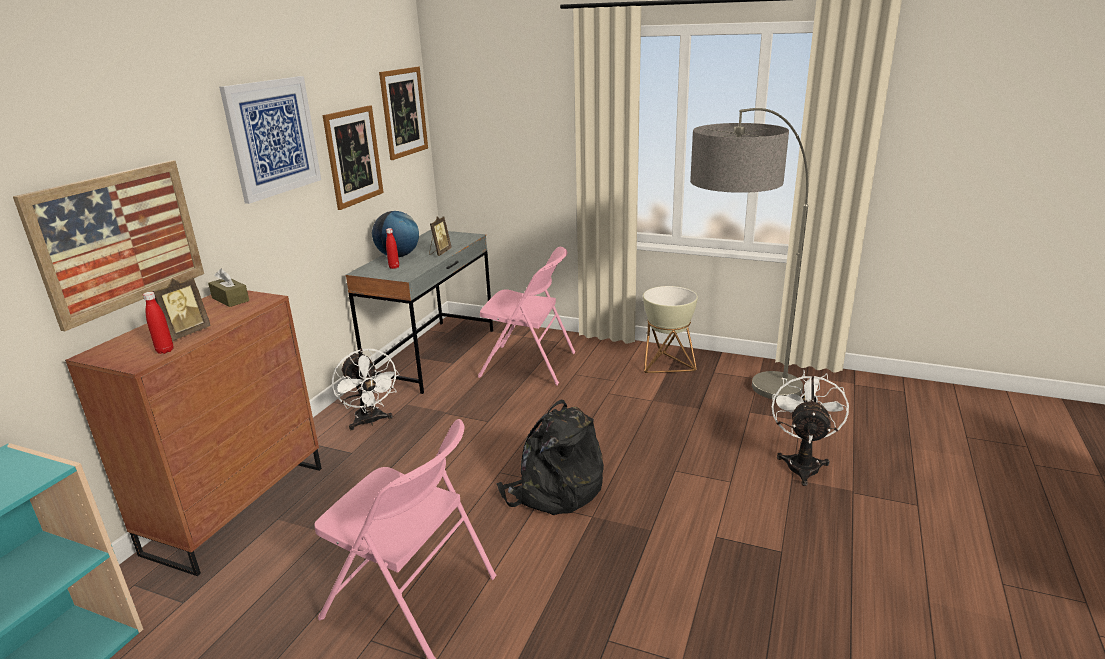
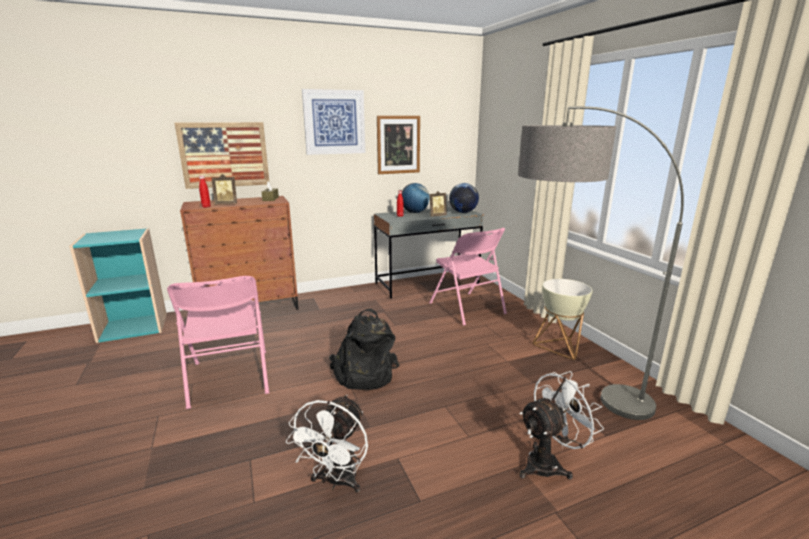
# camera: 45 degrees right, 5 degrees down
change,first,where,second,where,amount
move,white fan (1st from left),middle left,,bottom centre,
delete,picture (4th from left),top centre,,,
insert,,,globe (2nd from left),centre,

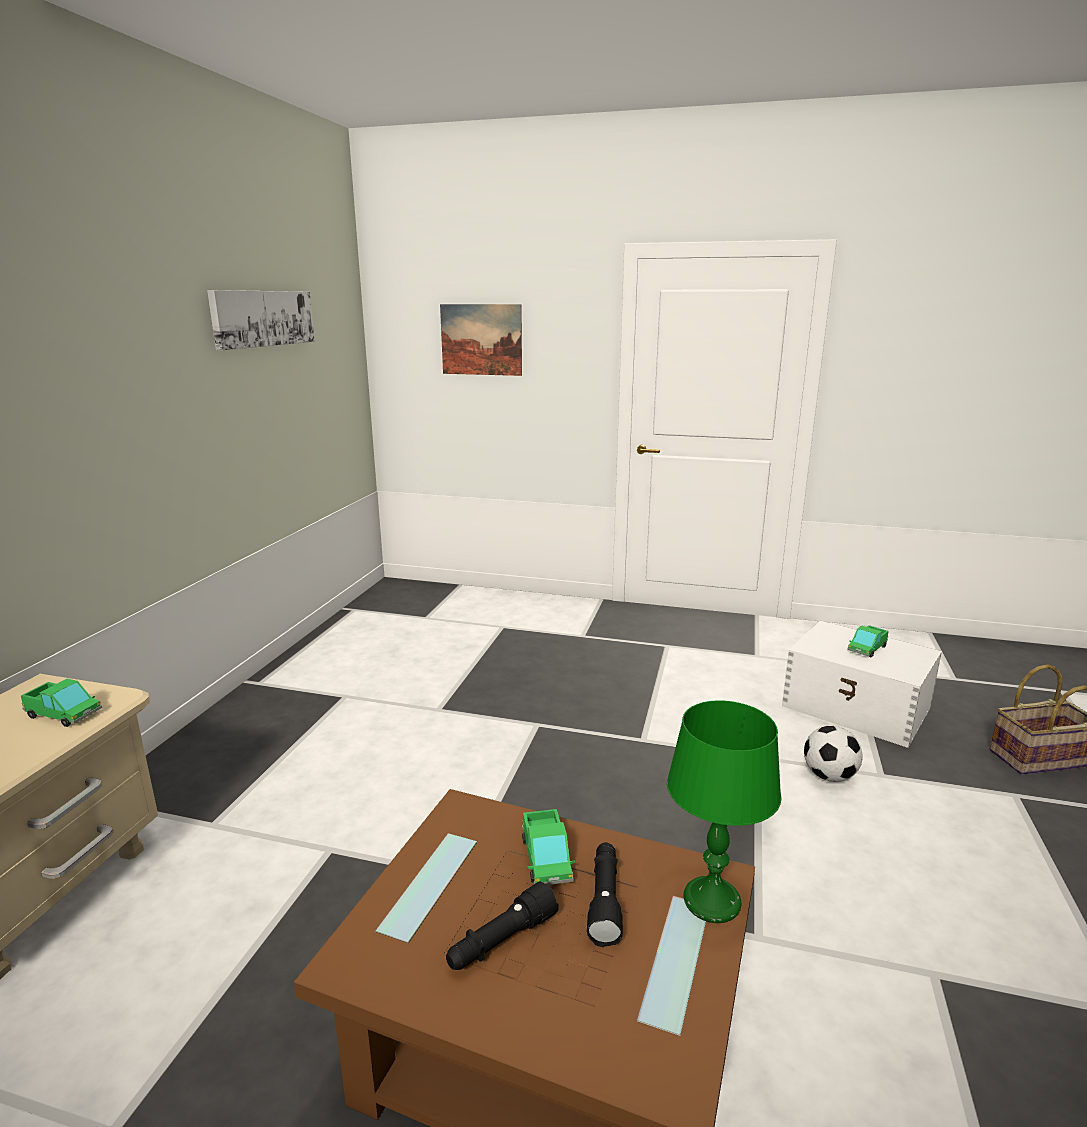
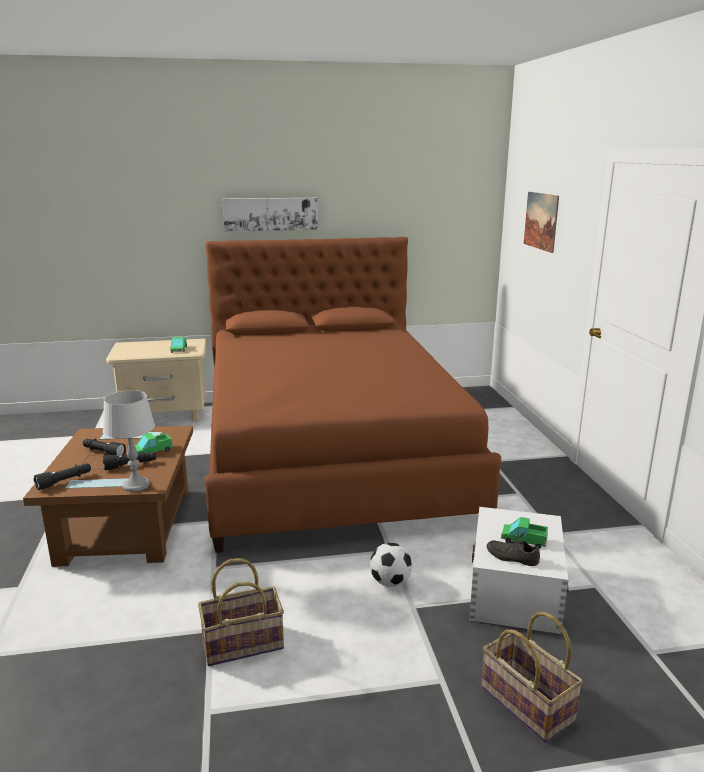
# camera: 65 degrees right, 0 degrees up
change,first,where,second,where,amount
move,picture (1st from left),top left,,top centre,
recolor,green table lamp,bottom centre,grey table lamp,middle left,
insert,,,black flashlight (1st from left),middle left,
insert,,,basket (1st from left),bottom centre,
insert,,,brown bed,centre,
insert,,,grey shoe,bottom right,

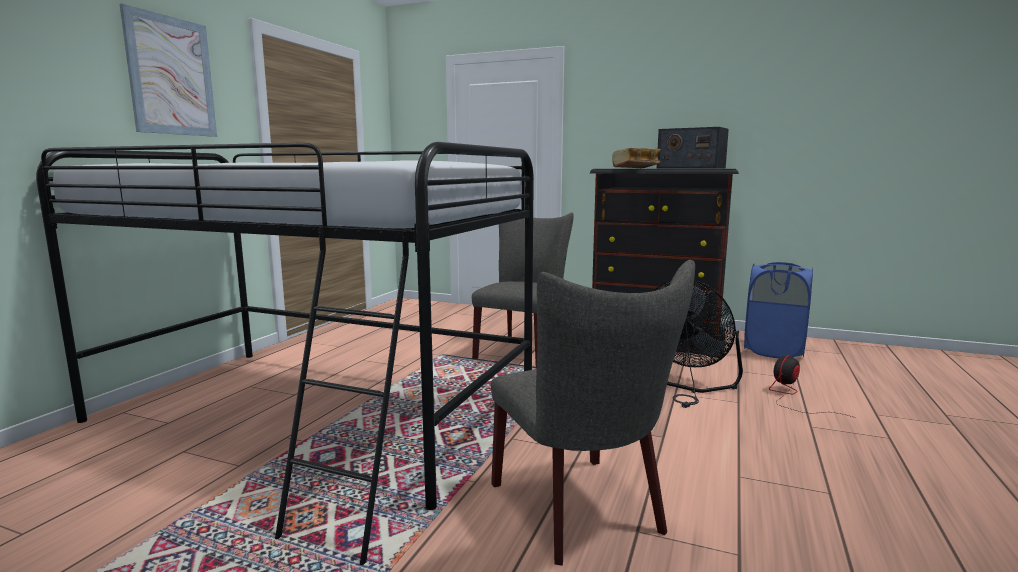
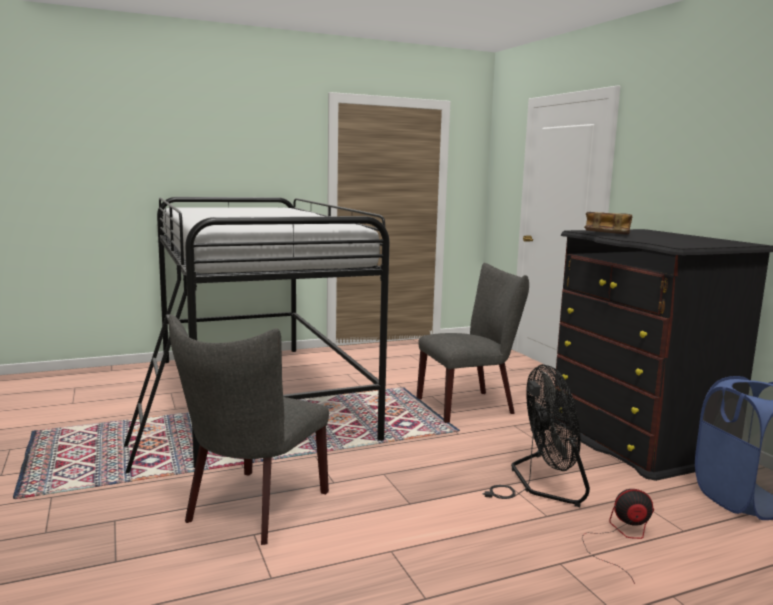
# camera: 45 degrees right, 0 degrees up
change,first,where,second,where,amount
delete,picture,top left,,,
delete,radio,top right,,,

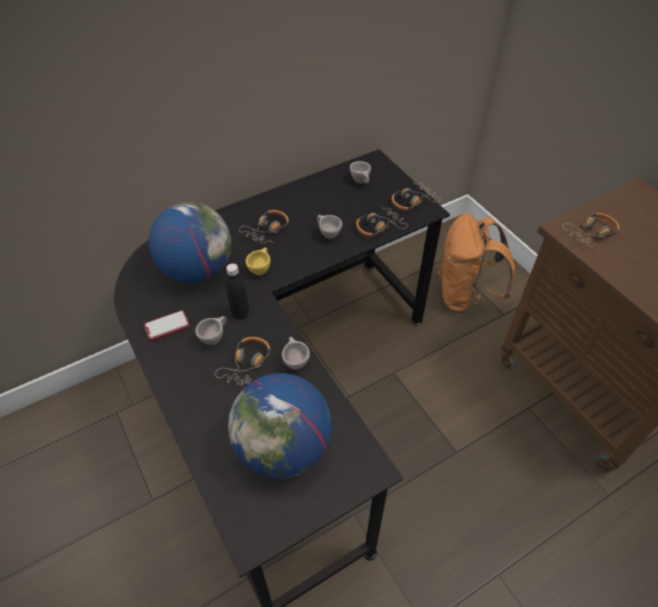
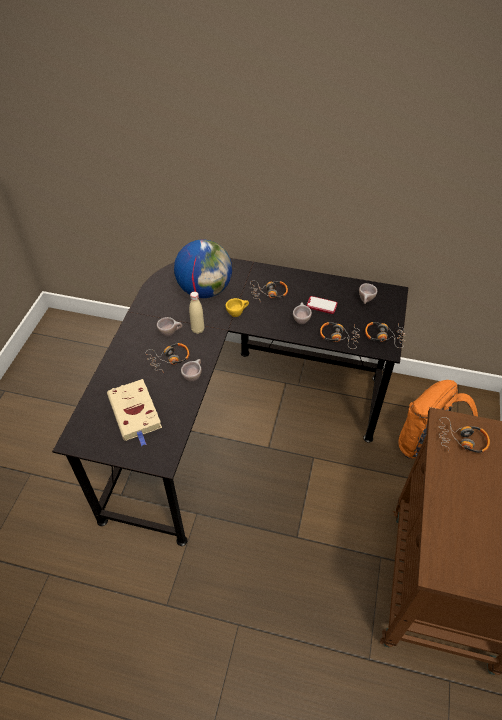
# camera: 45 degrees right, 0 degrees up
change,first,where,second,where,amount
move,phone,middle left,,centre,
recolor,black bottle,centre,beige bottle,centre,
replace,globe (2nd from left),bottom centre,beige book,middle left,

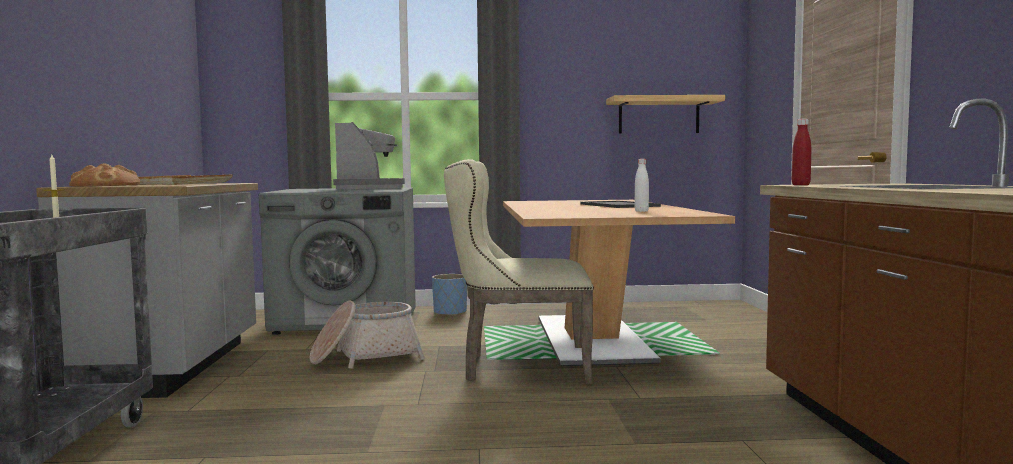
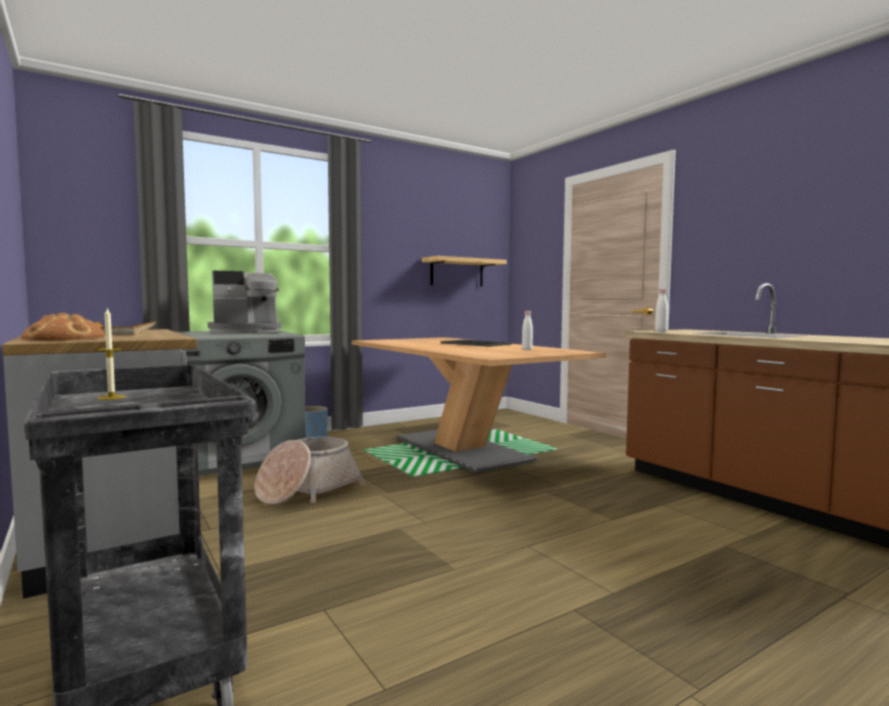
# camera: 30 degrees left, 0 degrees up
change,first,where,second,where,amount
rotate,coffee machine,centre,,middle left,105 degrees clockwise
delete,beige chair,centre,,,
recolor,red bottle,top right,white bottle (2nd from left),middle right,

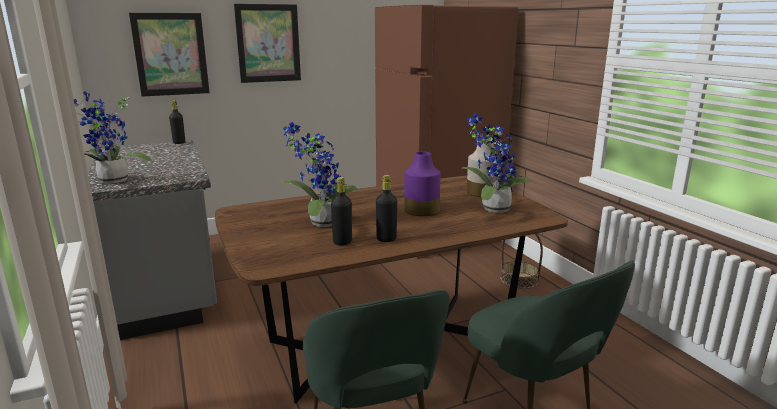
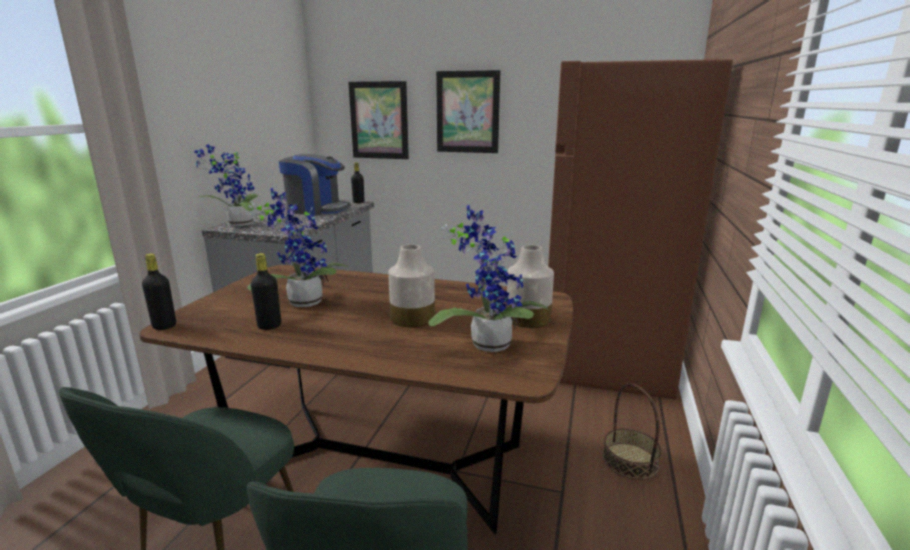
# camera: 40 degrees right, 0 degrees up
change,first,where,second,where,amount
move,black bottle (3rd from left in the first image),centre,black bottle (1st from left),middle left,
recolor,purple vase,centre,beige vase (1st from left),centre,
insert,,,coffee machine,centre,

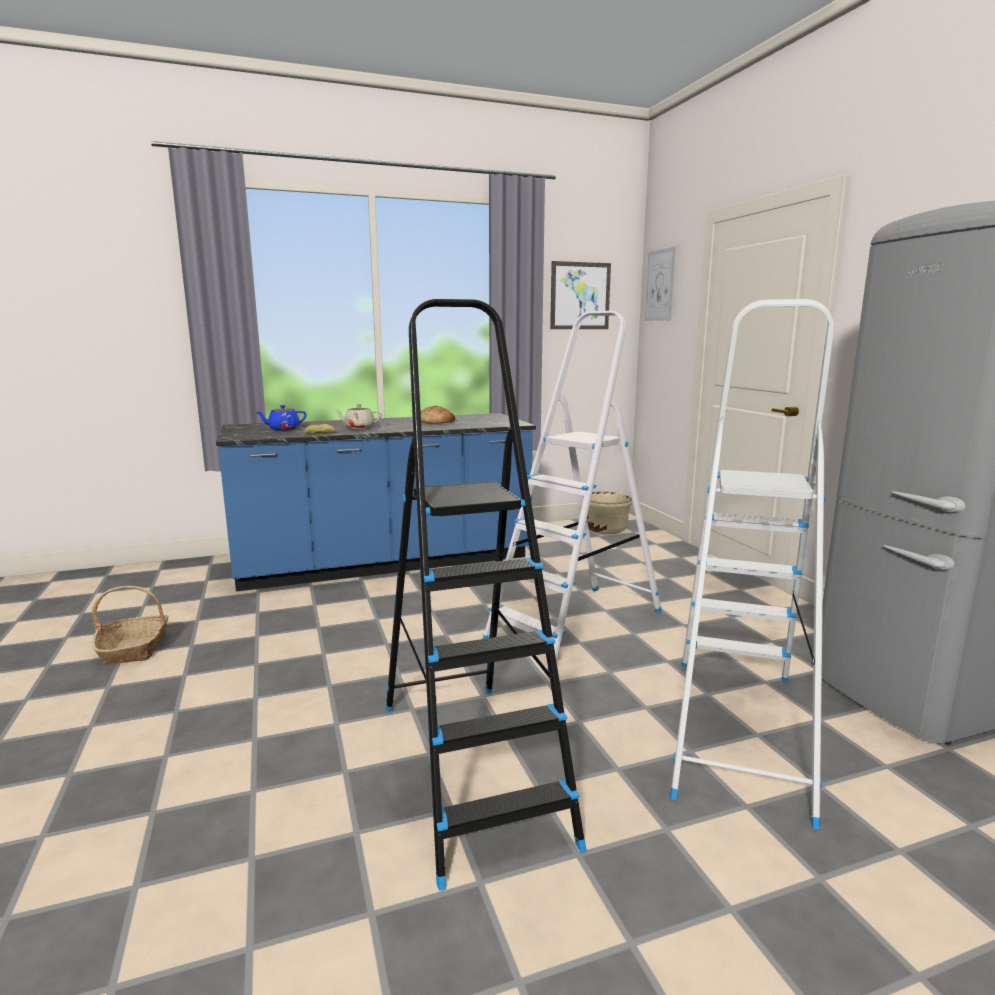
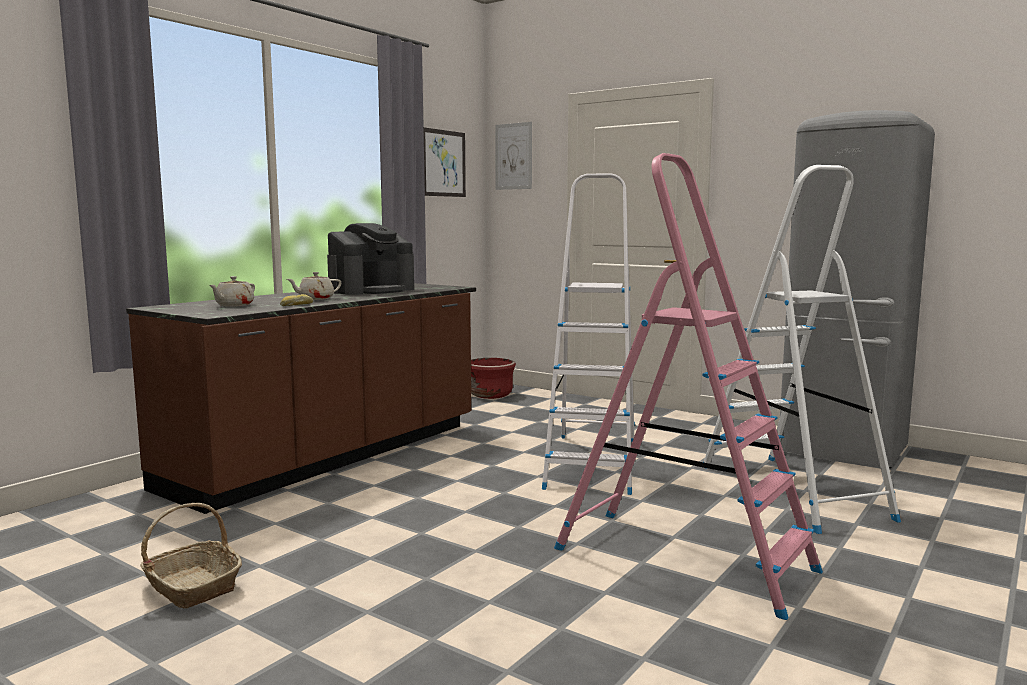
# camera: 35 degrees left, 5 degrees down
change,first,where,second,where,amount
recolor,blue counter,centre,brown counter,middle left,
recolor,blue teapot,middle left,beige teapot (1st from left),middle left,
recolor,black step ladder,centre,pink step ladder,middle right,
replace,bread (2nd from left),centre,coffee machine,centre,
recolor,beige planter,centre,red planter,centre,

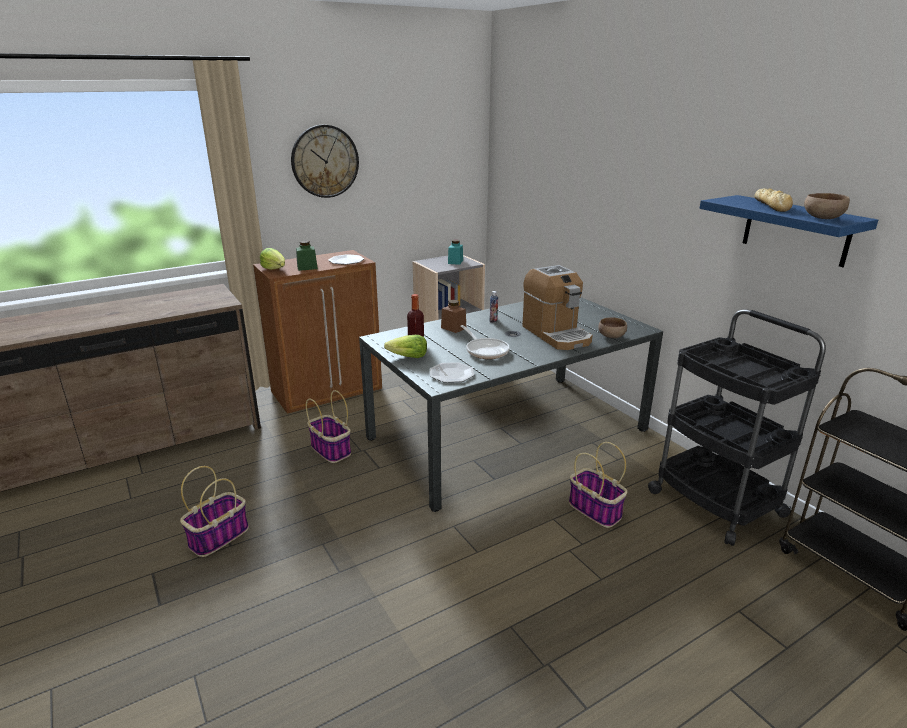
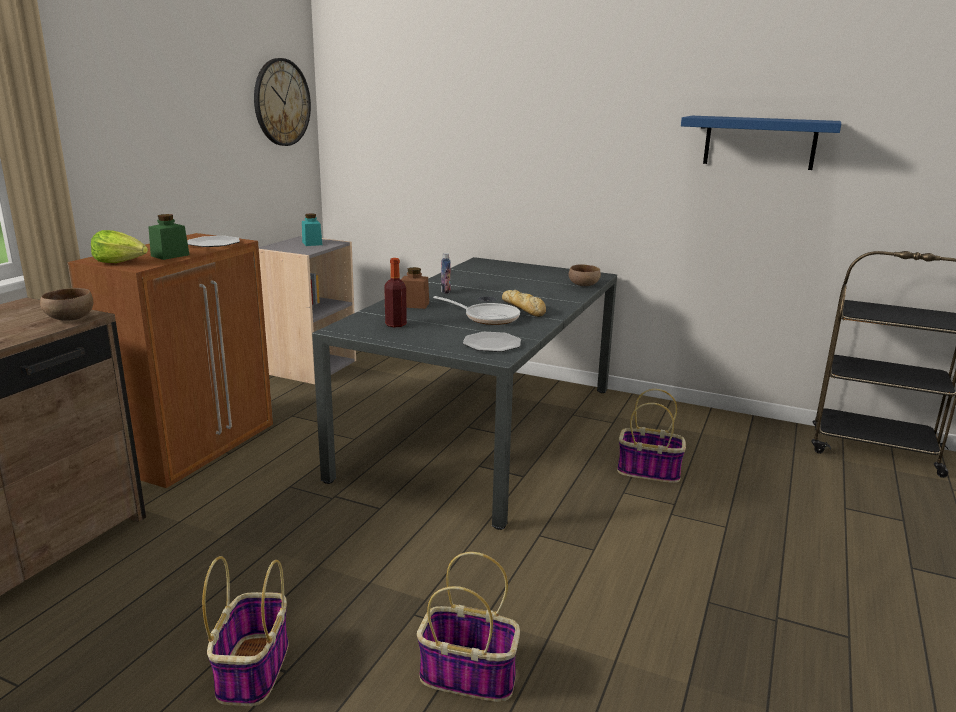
# camera: 35 degrees left, 5 degrees down
change,first,where,second,where,amount
move,wall clock,top centre,,top left,
move,basket (2nd from left),centre,,bottom centre,
delete,lettuce (2nd from left),centre,,,
delete,coffee machine,centre,,,
delete,black cart (1st from left),middle right,,,
move,bread,top right,,centre,
move,brown bowl (2nd from left in the first image),top right,brown bowl (1st from left),middle left,

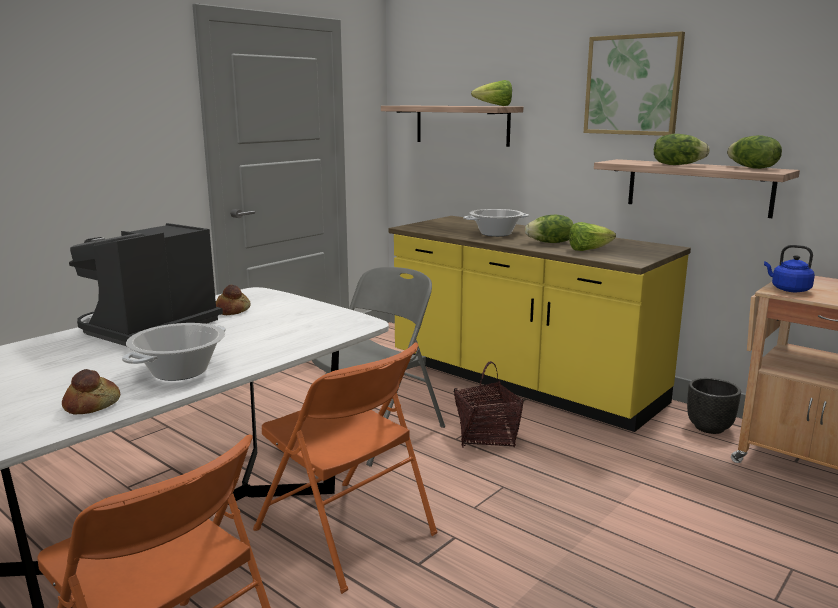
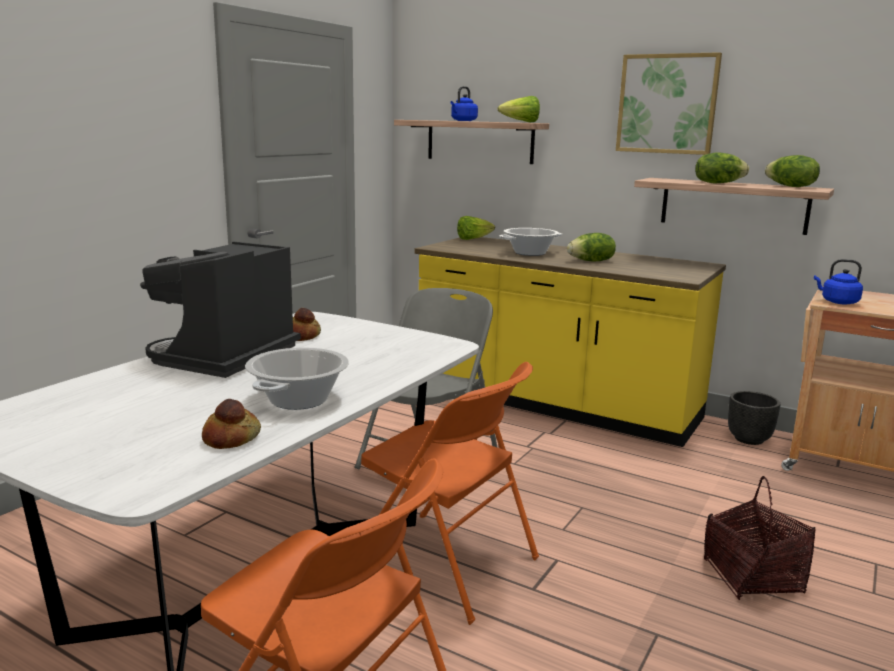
# camera: 10 degrees left, 0 degrees up
change,first,where,second,where,amount
move,basket,centre,,bottom right,
move,lettuce (3rd from left in the first image),middle right,lettuce (1st from left),centre,
insert,,,blue kettle (1st from left),top centre,

